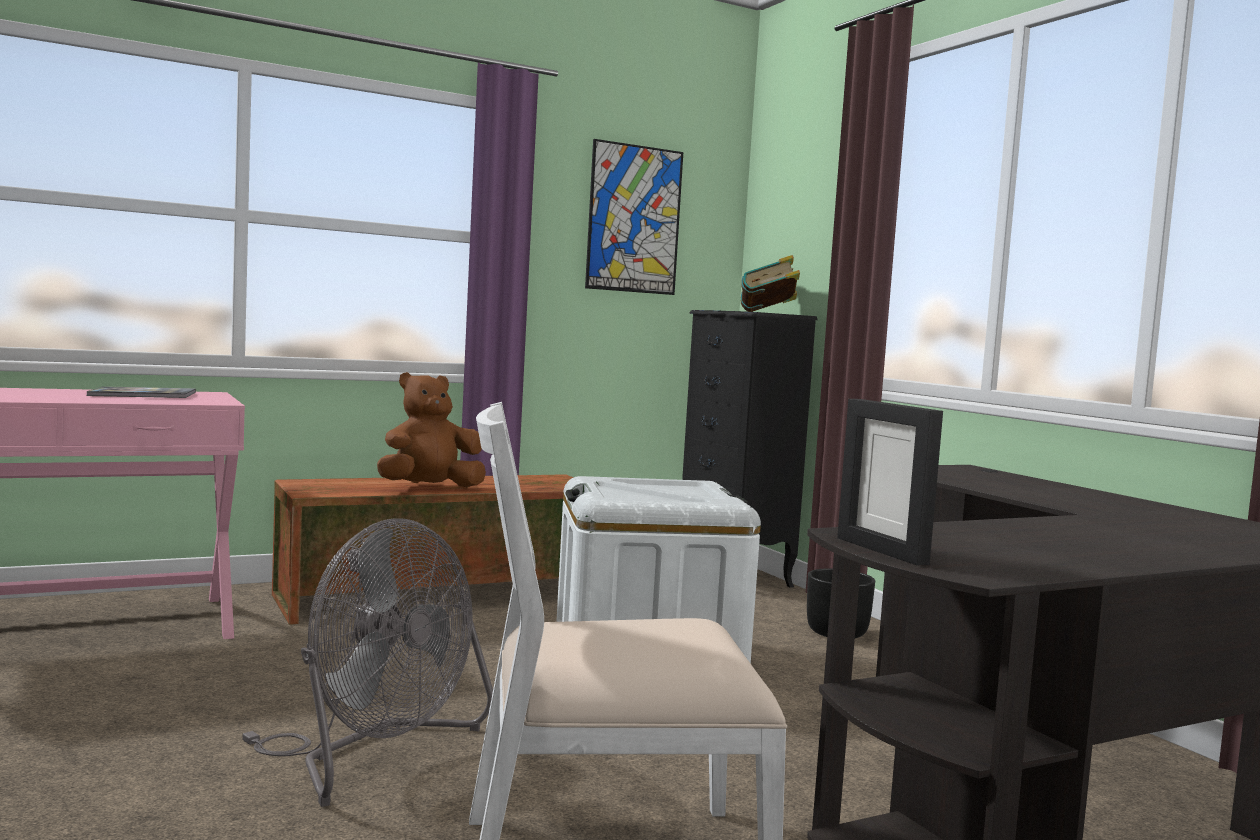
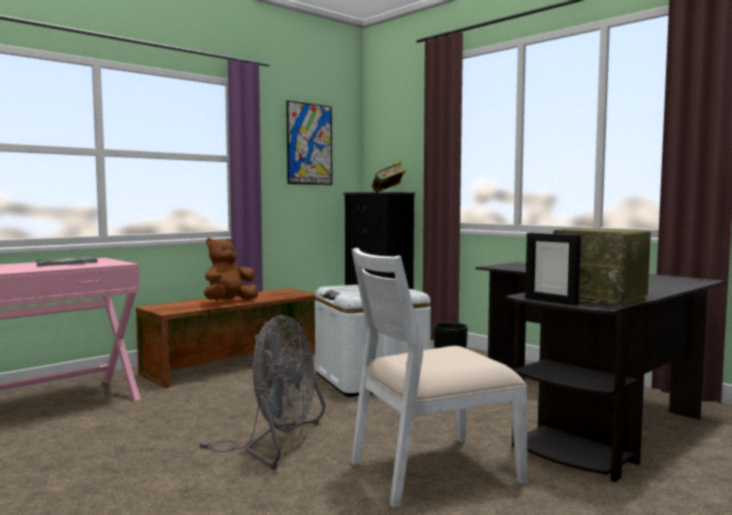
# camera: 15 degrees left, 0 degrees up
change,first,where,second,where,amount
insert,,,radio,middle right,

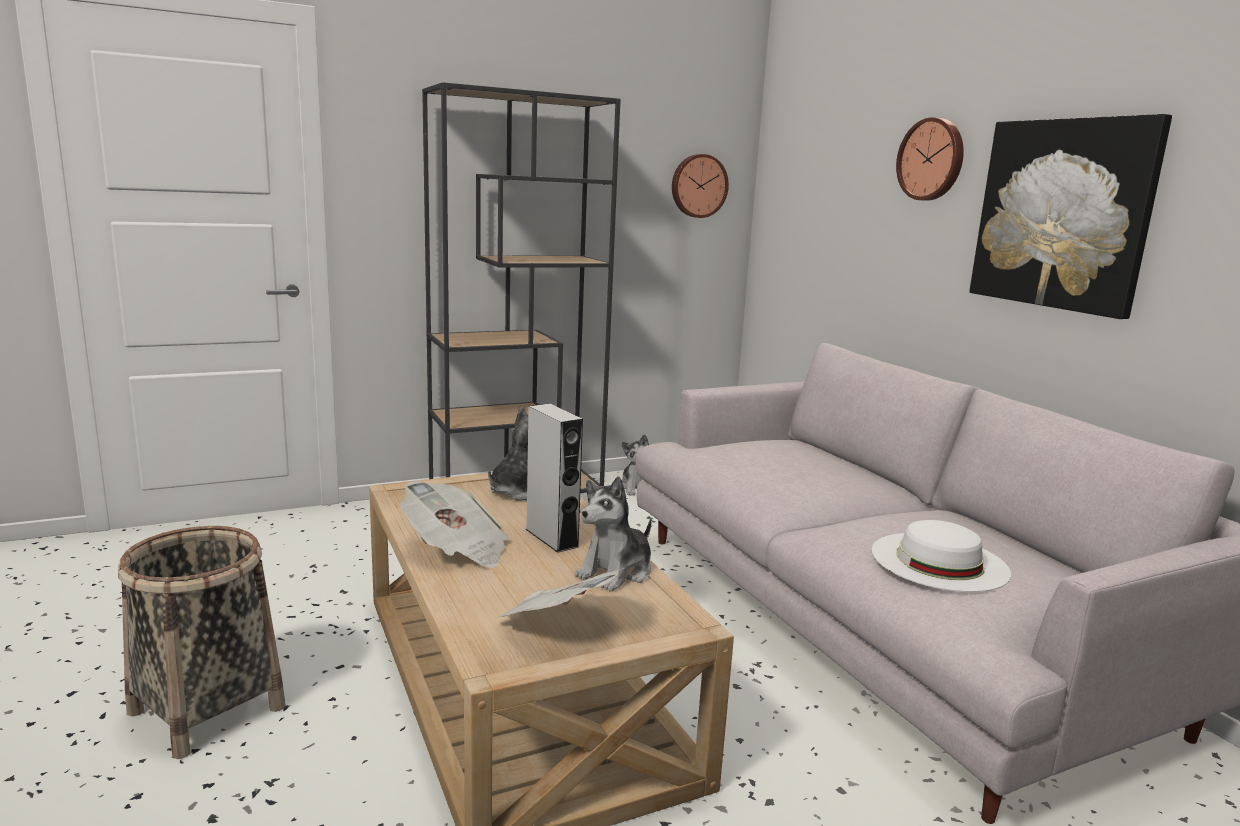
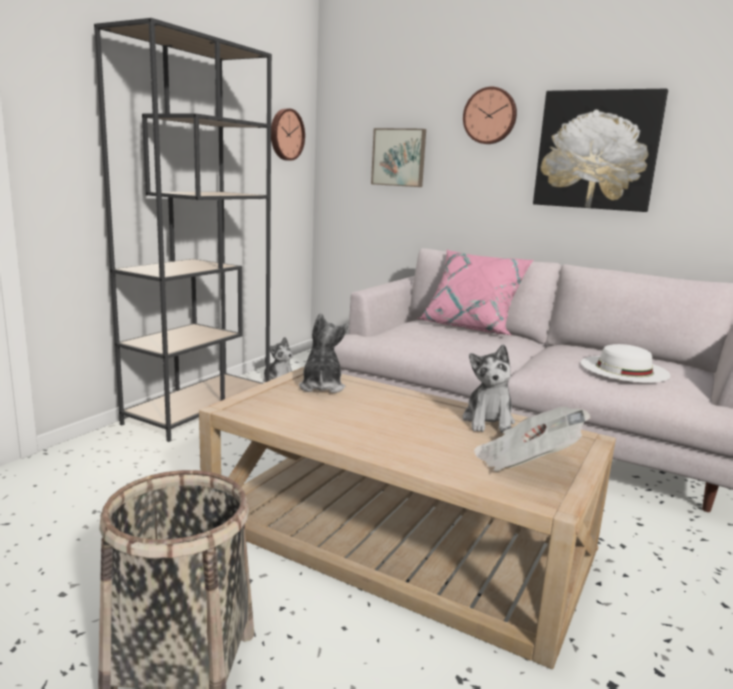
# camera: 35 degrees left, 0 degrees up
change,first,where,second,where,amount
delete,newspaper (1st from left),centre,,,
delete,grey speaker,centre,,,
insert,,,picture (1st from left),top centre,
insert,,,pink pillow,centre,

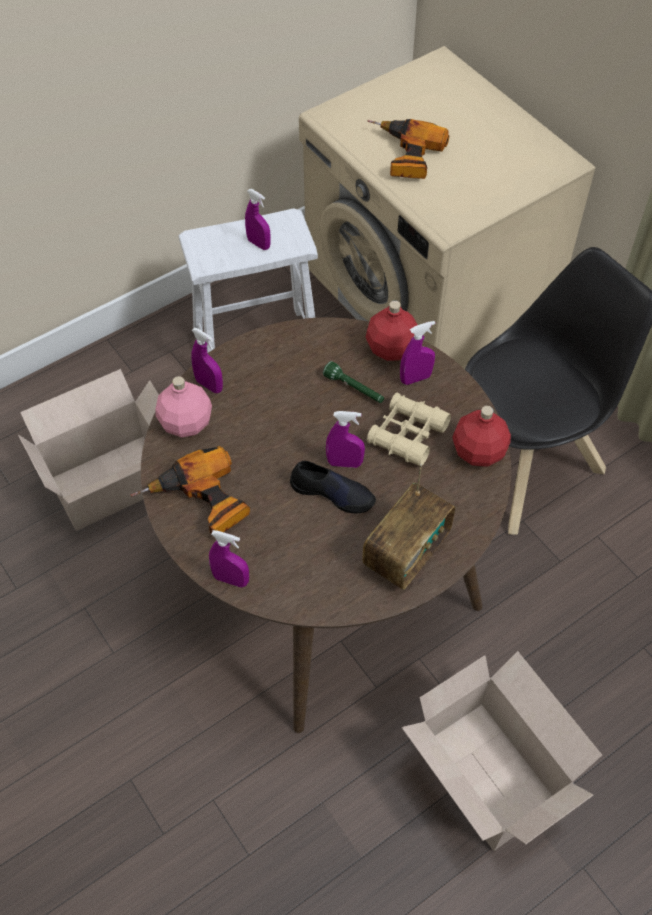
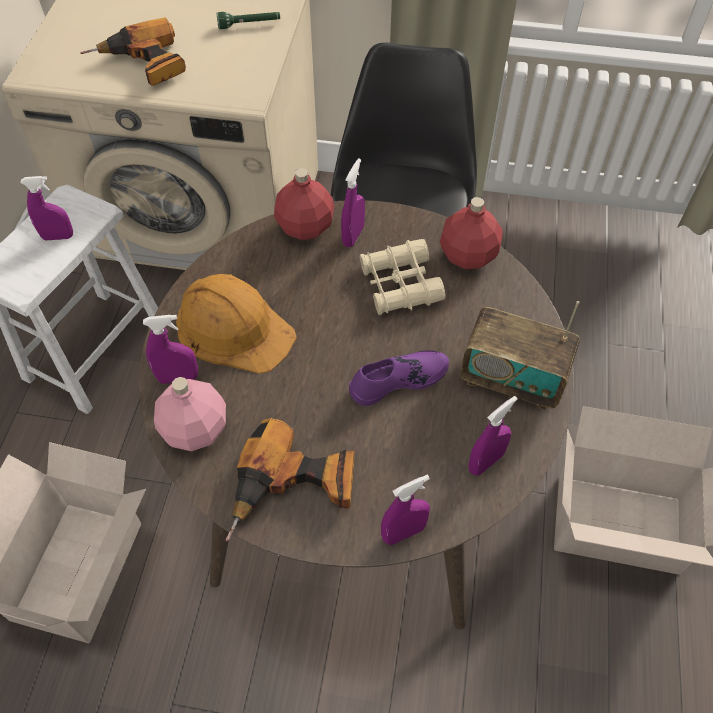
# camera: 45 degrees left, 0 degrees up
change,first,where,second,where,amount
recolor,black shoe,centre,purple shoe,centre,
move,green flashlight,centre,,top centre,
move,purple spray bottle (4th from left in the first image),centre,purple spray bottle (5th from left),middle right,
rotate,radio,centre,,middle right,120 degrees clockwise
insert,,,orange hard hat,middle left,

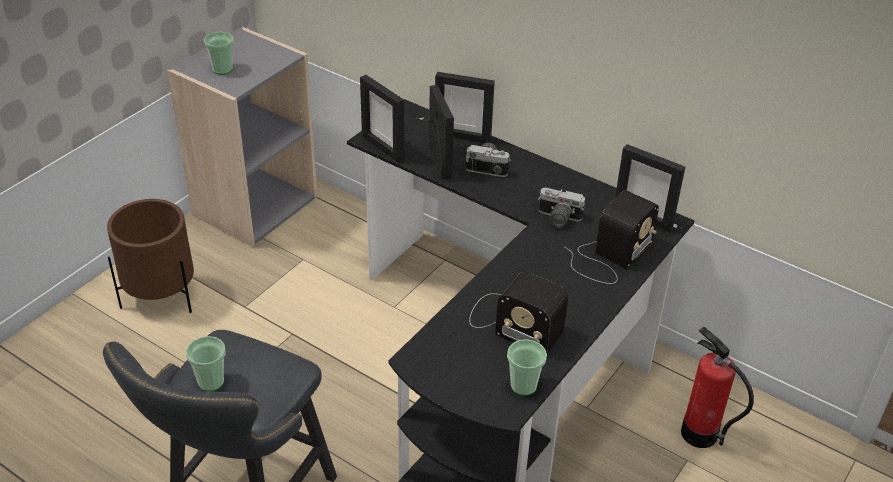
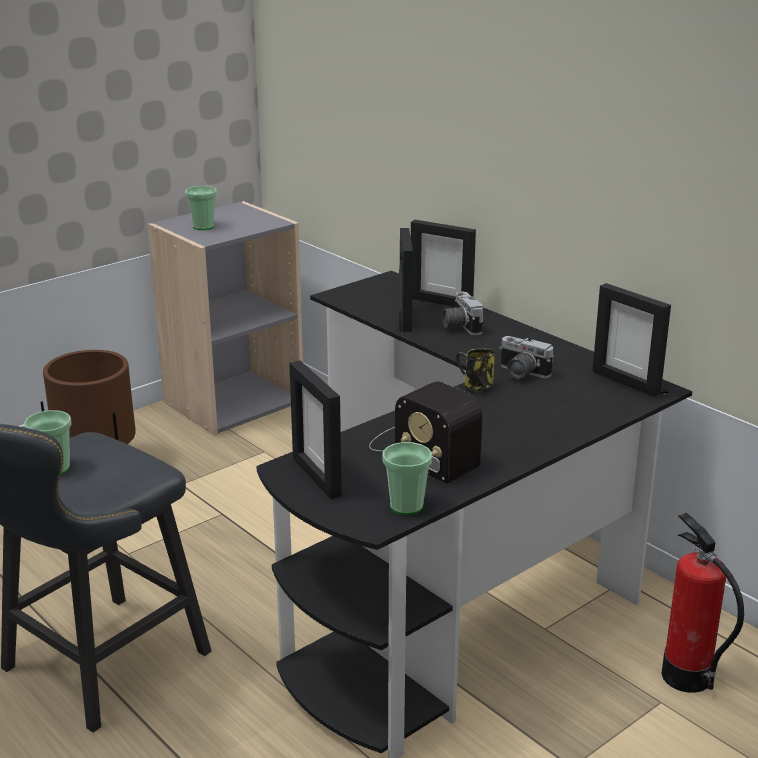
# camera: 15 degrees right, 15 degrees down
change,first,where,second,where,amount
move,picture frame (1st from left),top centre,,centre,
rotate,photo camera (1st from left),top centre,,centre,135 degrees counterclockwise
delete,radio (2nd from left),middle right,,,
insert,,,mug,centre,

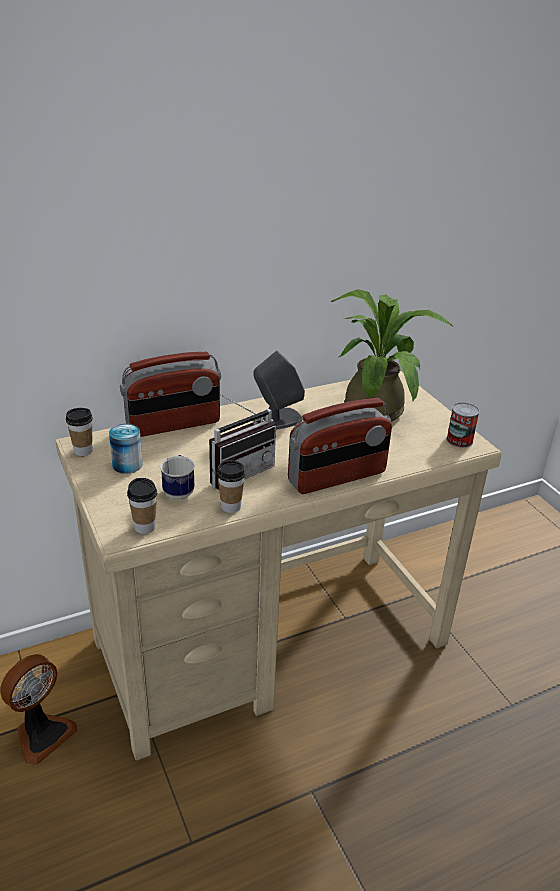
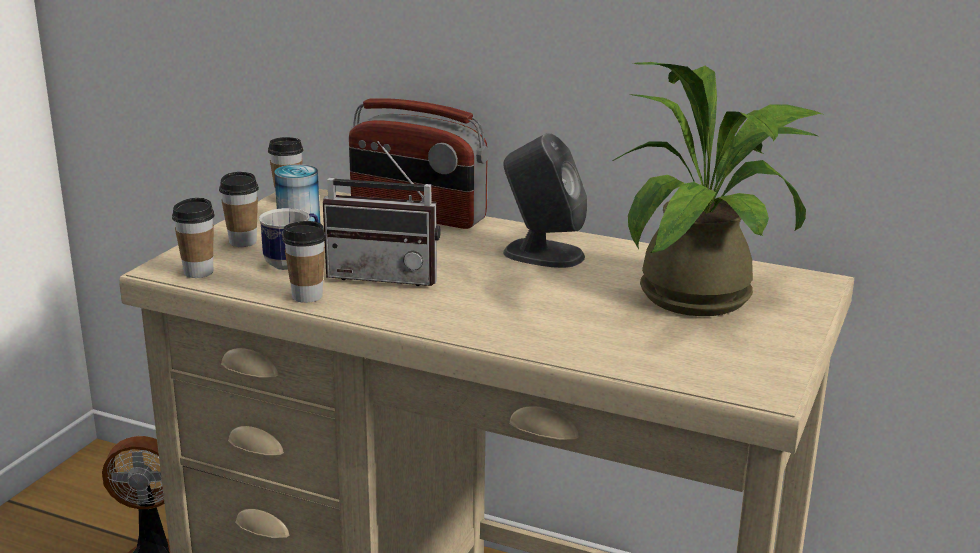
# camera: 50 degrees right, 10 degrees down
change,first,where,second,where,amount
delete,radio (3rd from left),centre,,,
delete,can (2nd from left),middle right,,,
insert,,,cup (2nd from left),middle left,

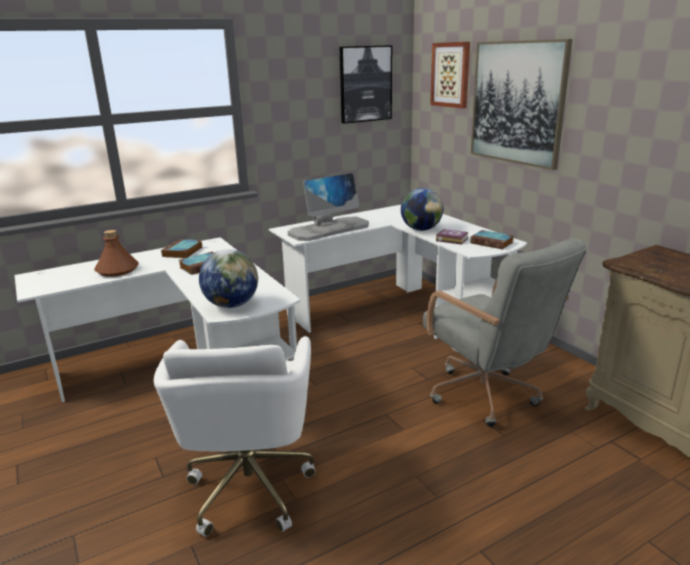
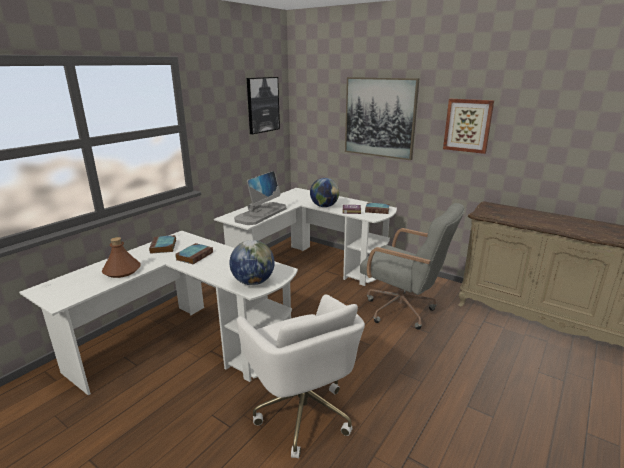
# camera: 25 degrees left, 0 degrees up
change,first,where,second,where,amount
move,picture (2nd from left in the first image),top centre,picture (3rd from left),top right,

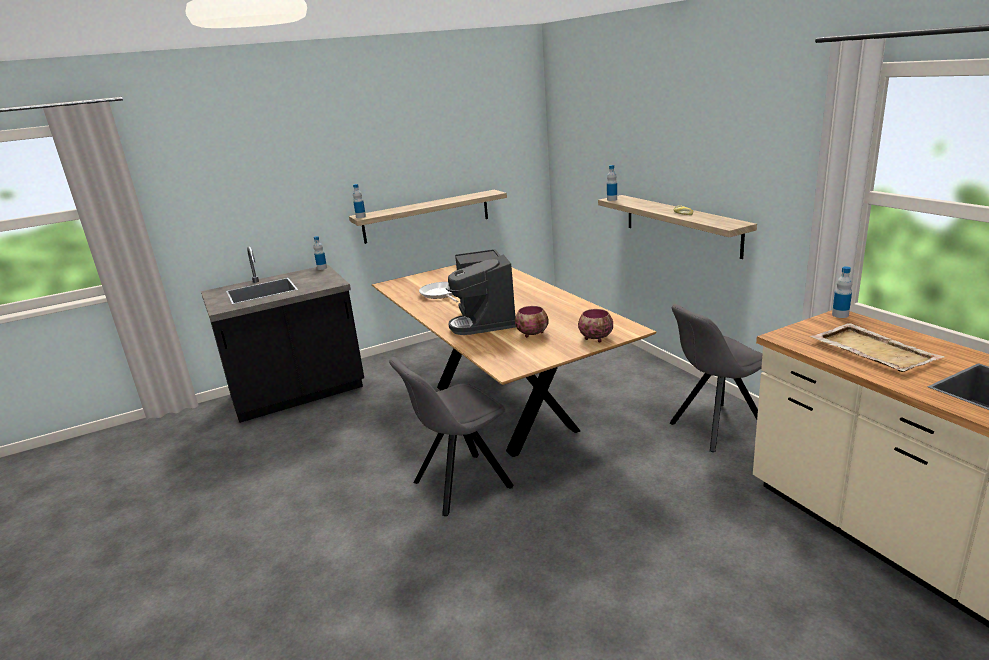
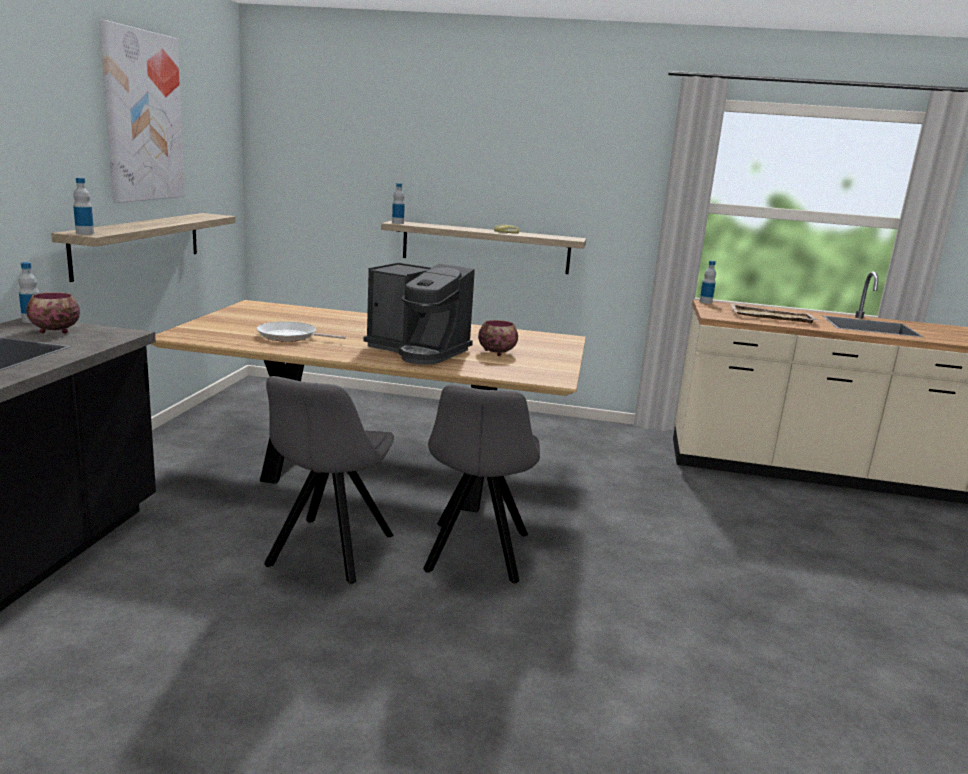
# camera: 55 degrees left, 5 degrees down
change,first,where,second,where,amount
move,bowl (2nd from left in the first image),centre,bowl (1st from left),middle left,
move,grey chair (2nd from left in the first image),middle right,grey chair (1st from left),centre,
insert,,,picture,top left,

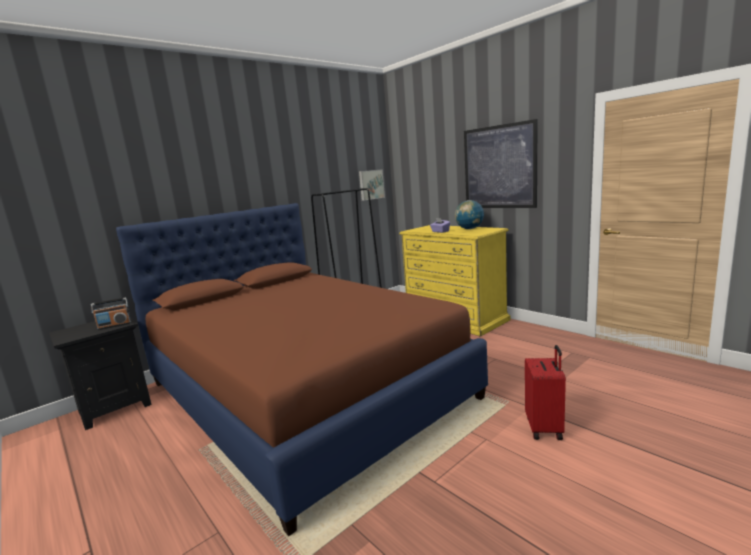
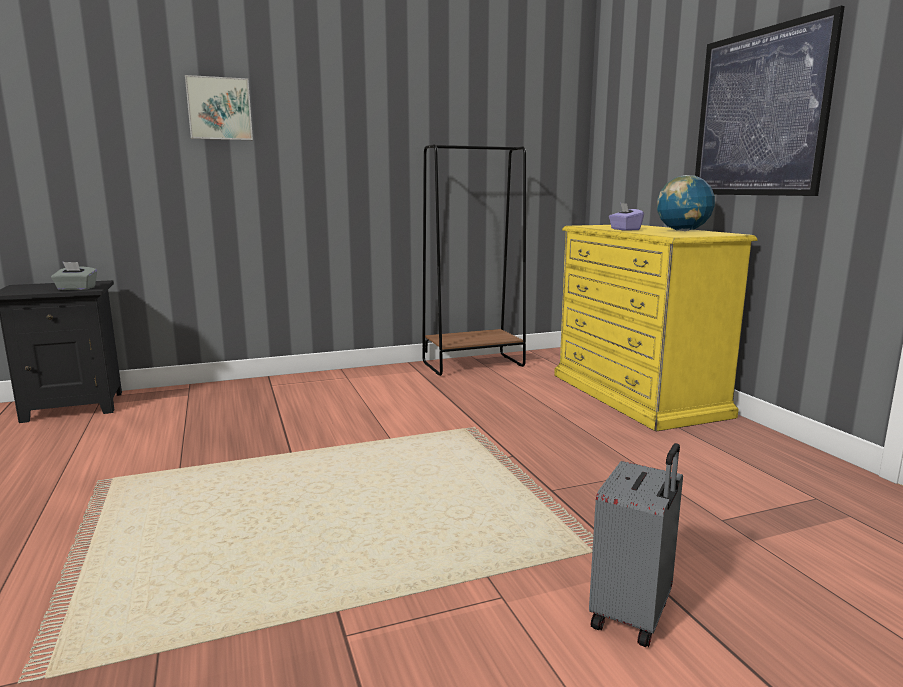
# camera: 20 degrees right, 0 degrees up
change,first,where,second,where,amount
replace,radio,middle left,grey tissue box,middle left,
delete,brown bed,centre,,,
move,picture (1st from left),centre,,top left,
recolor,red suitcase,bottom right,grey suitcase,bottom right,

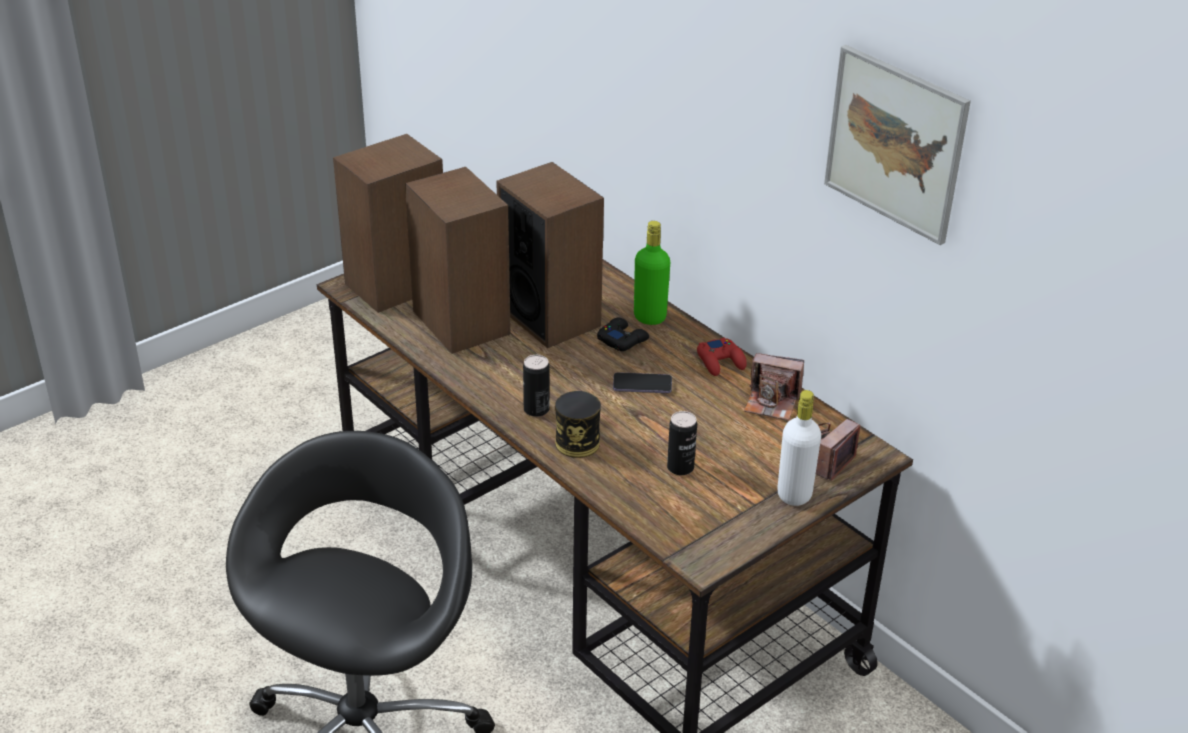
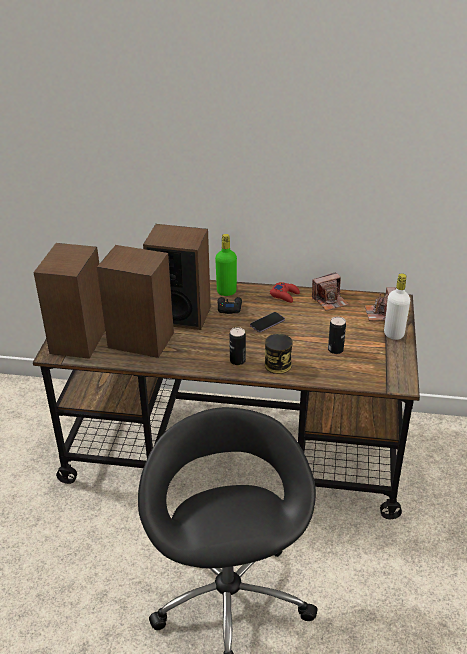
# camera: 40 degrees left, 0 degrees up
change,first,where,second,where,amount
delete,picture,top right,,,

